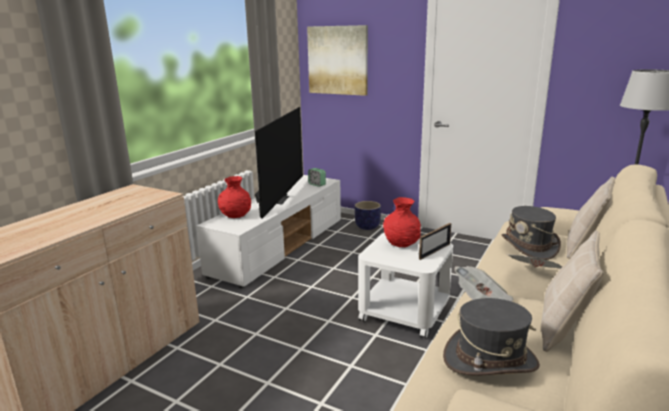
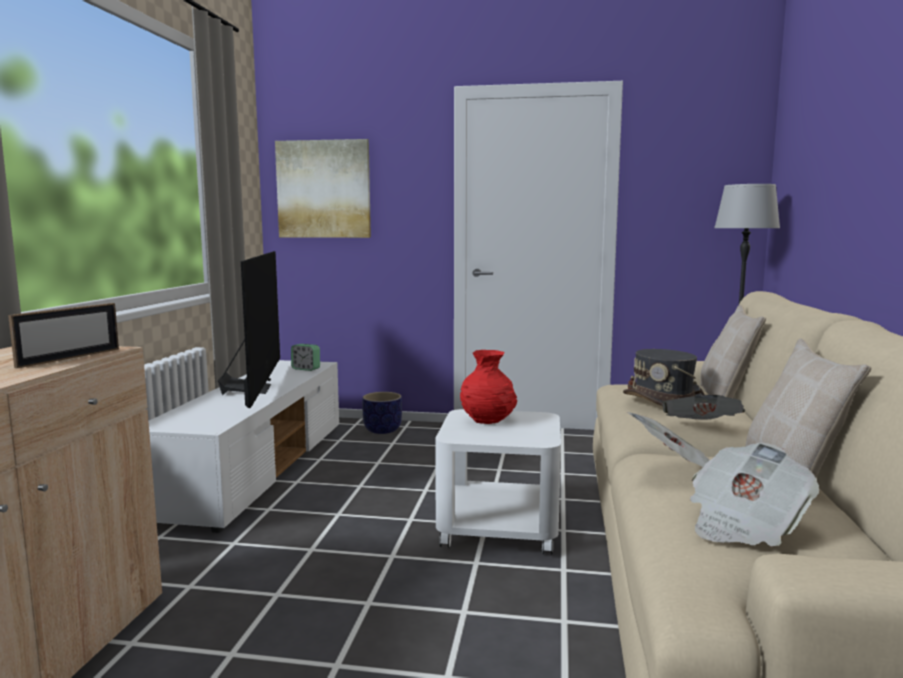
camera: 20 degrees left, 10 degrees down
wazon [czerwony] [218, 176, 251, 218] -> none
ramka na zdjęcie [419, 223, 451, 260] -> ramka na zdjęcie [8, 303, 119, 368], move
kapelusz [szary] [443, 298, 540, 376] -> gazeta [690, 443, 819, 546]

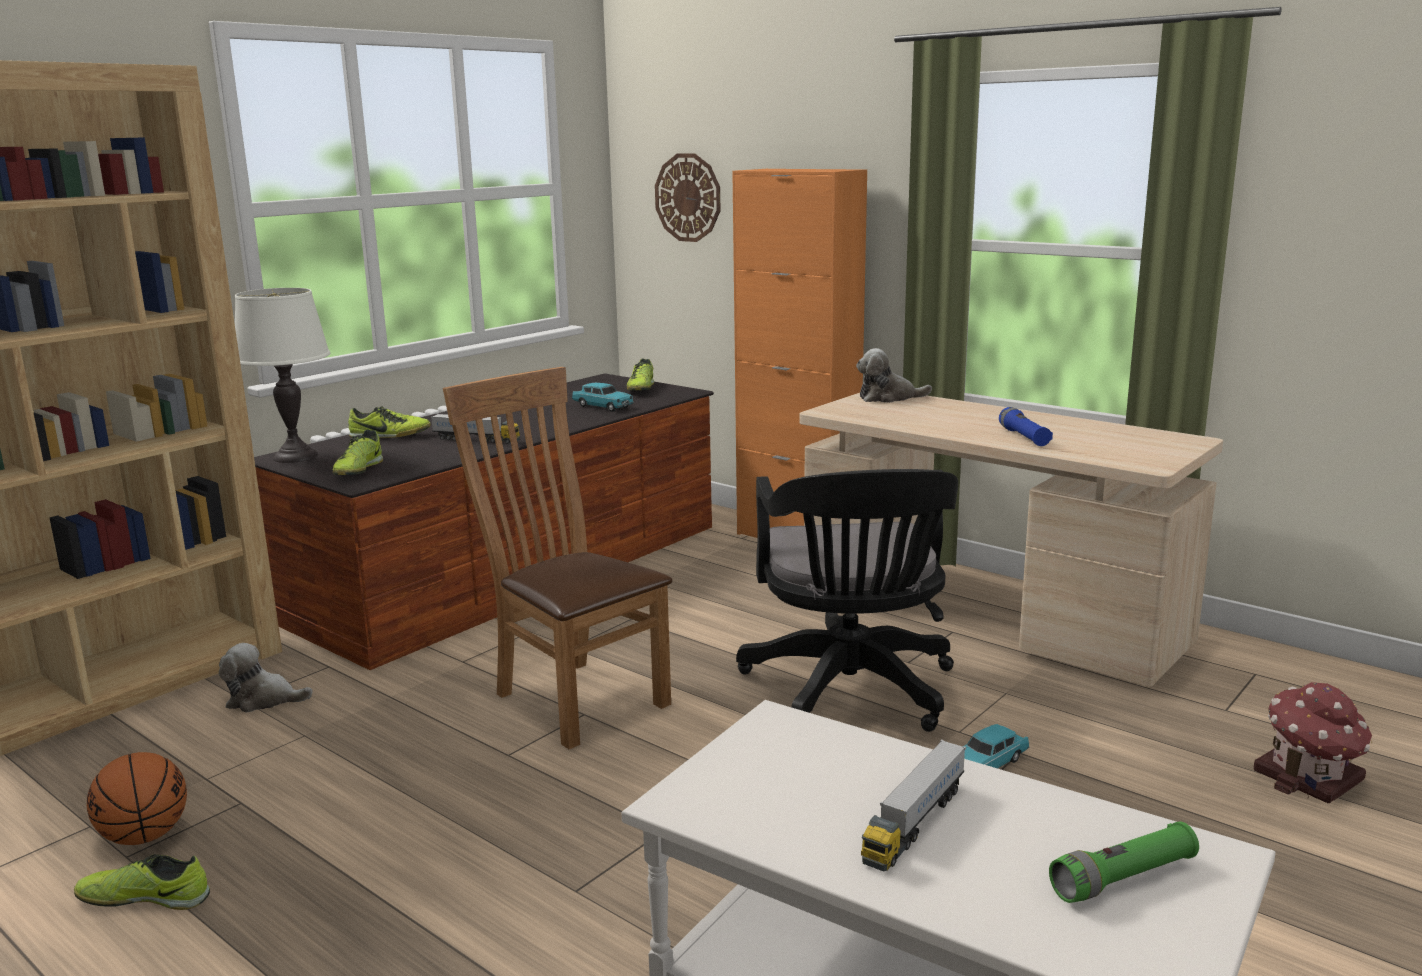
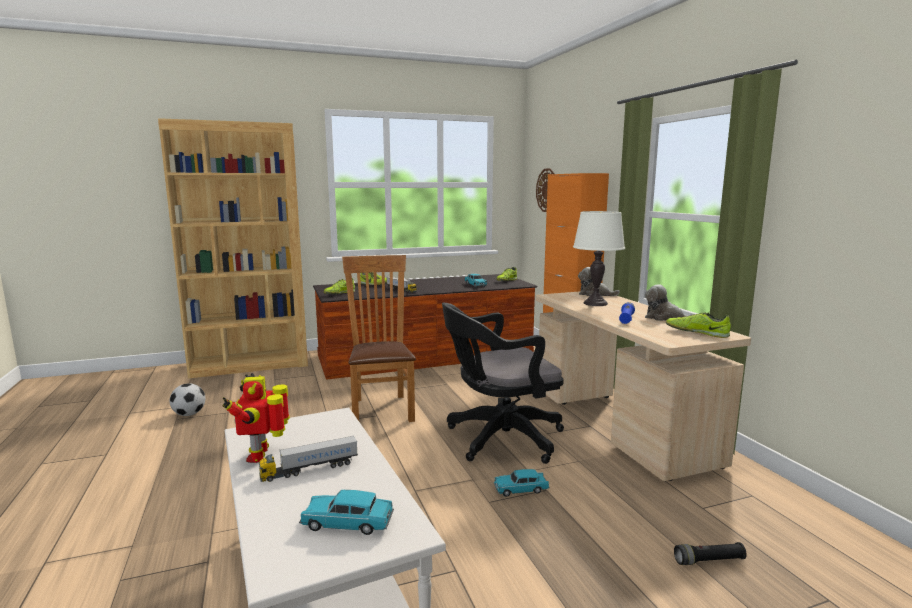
camera: 30 degrees right, 5 degrees down
none -> robot zabawkowy [222, 373, 290, 463]
but [74, 854, 210, 910] -> but [666, 312, 731, 338], move
pluszak [219, 643, 313, 712] -> pluszak [645, 284, 695, 321], move
lampa stołowa [biały] [235, 288, 330, 463] -> lampa stołowa [biały] [573, 211, 625, 306], move
piłka do koszykówki [87, 752, 187, 845] -> piłka futbolowa [170, 383, 205, 416]
latarka [zielony] [1049, 821, 1199, 903] -> samochodzik [turkusowy] [299, 490, 394, 535]
domek [1254, 682, 1373, 804] -> latarka [czarny] [674, 542, 747, 565]
krzesło biurowe [czarny] [736, 469, 958, 732] -> krzesło biurowe [czarny] [442, 303, 564, 464], 45 degrees clockwise

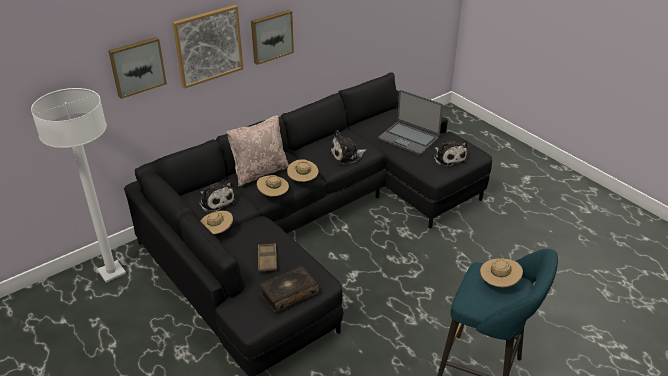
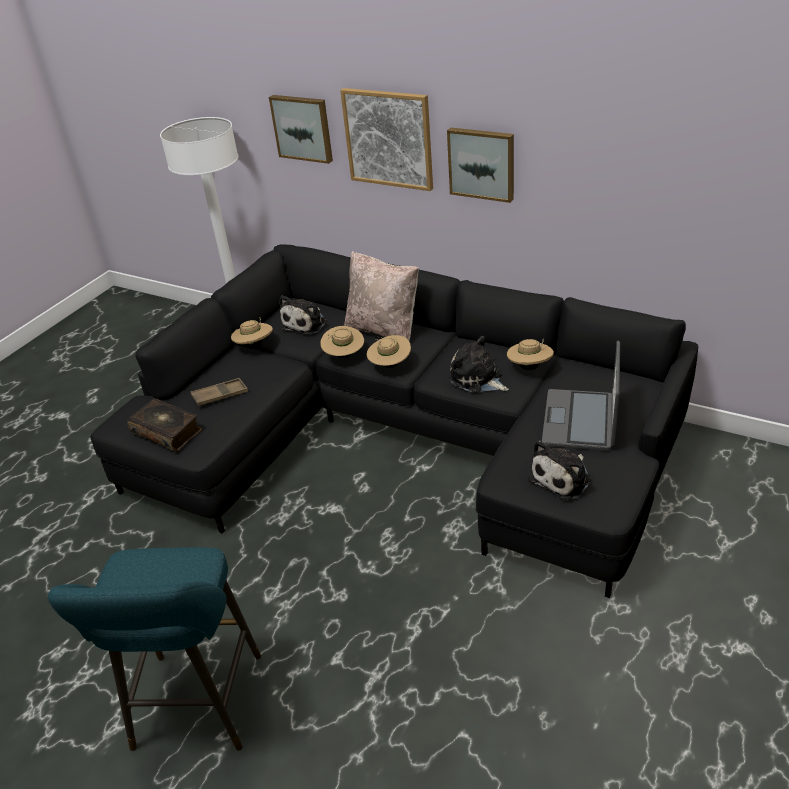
camera: 70 degrees right, 0 degrees up
kapelusz [beżowy] [480, 255, 523, 287] -> kapelusz [beżowy] [507, 339, 554, 370], move

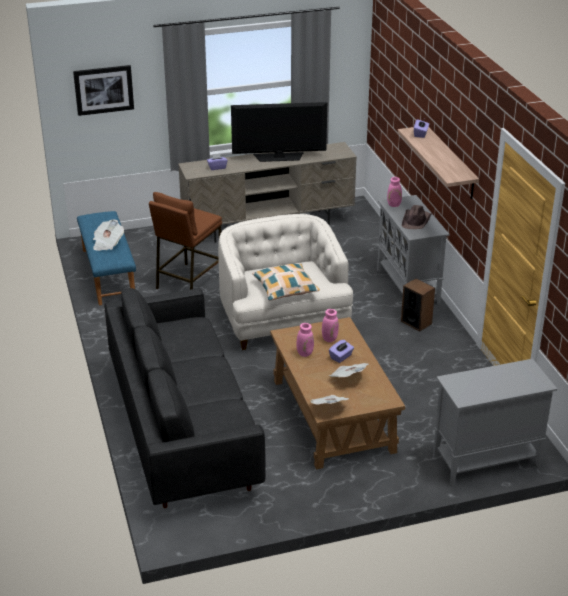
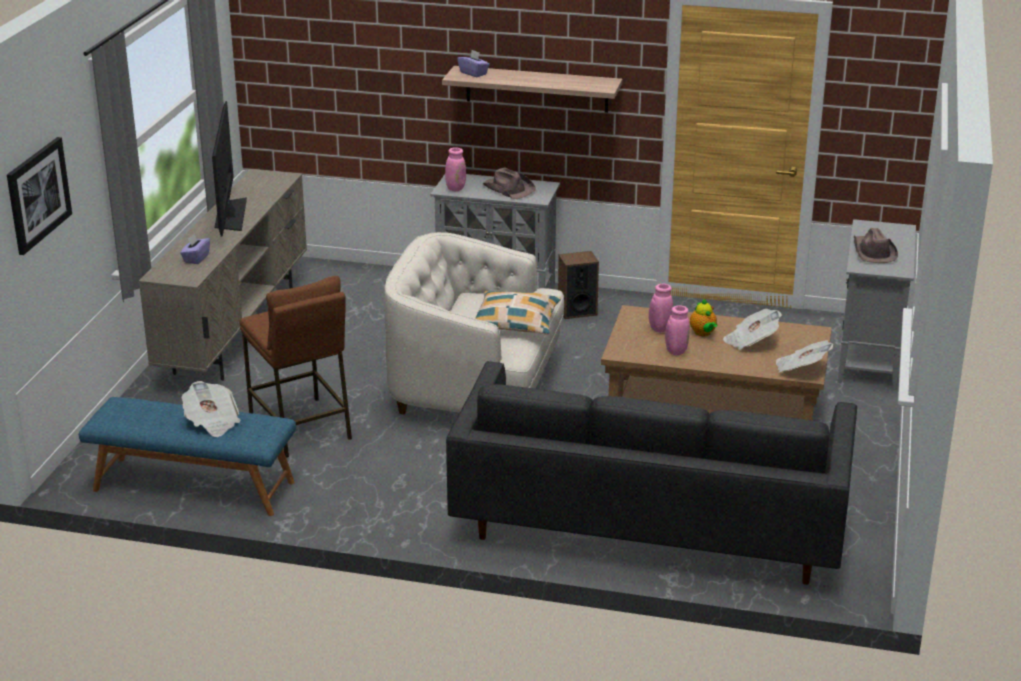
camera: 60 degrees left, 5 degrees down
none -> kapelusz [brązowy] [854, 228, 898, 263]
pudełko chusteczek [fioletowy] [329, 340, 354, 363] -> imbryk [690, 299, 717, 336]
telewizor [231, 102, 327, 162] -> telewizor [212, 101, 247, 236], 150 degrees clockwise

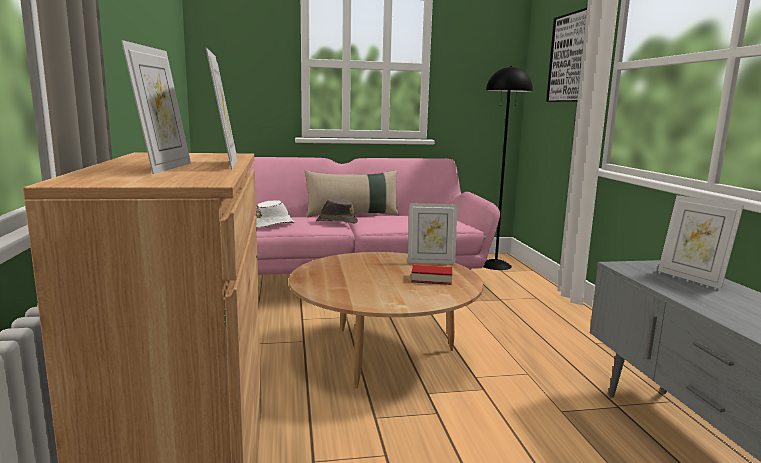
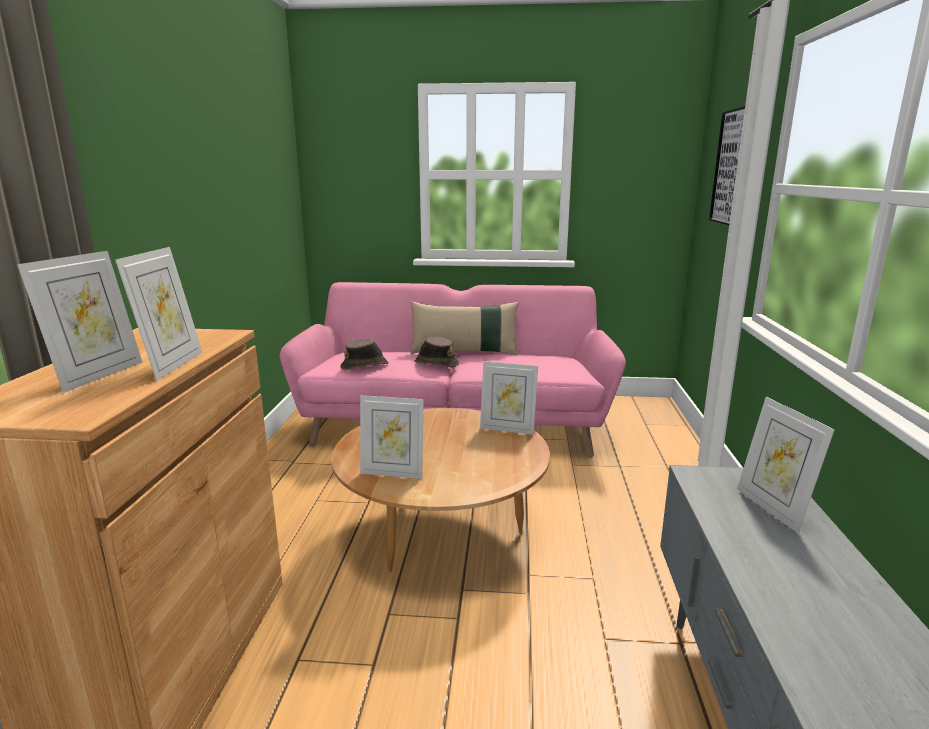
camera: 15 degrees right, 5 degrees up
książka [411, 264, 452, 285] -> none
lampa stojąca [czarny] [483, 66, 533, 270] -> none
none -> ramka na zdjęcie [360, 395, 424, 479]
kapelusz [biały] [256, 200, 294, 228] -> kapelusz [brązowy] [340, 339, 389, 370]

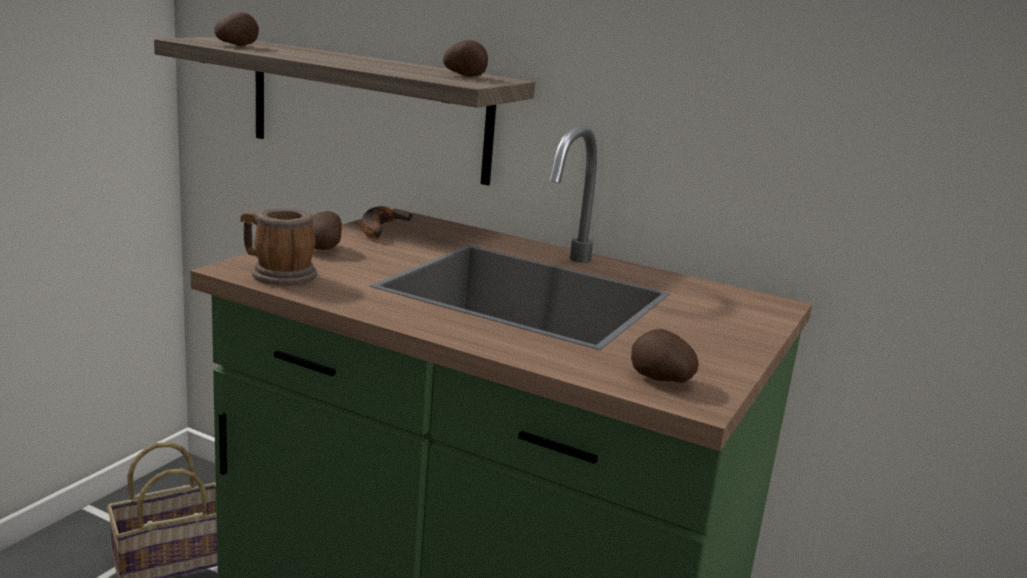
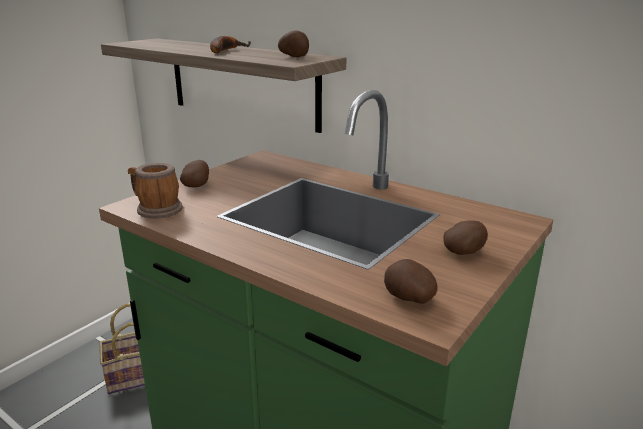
camera: 10 degrees right, 5 degrees up
ziemniak [214, 12, 259, 46] -> ziemniak [443, 220, 488, 255], move
banan [361, 206, 413, 238] -> banan [210, 36, 251, 53], move

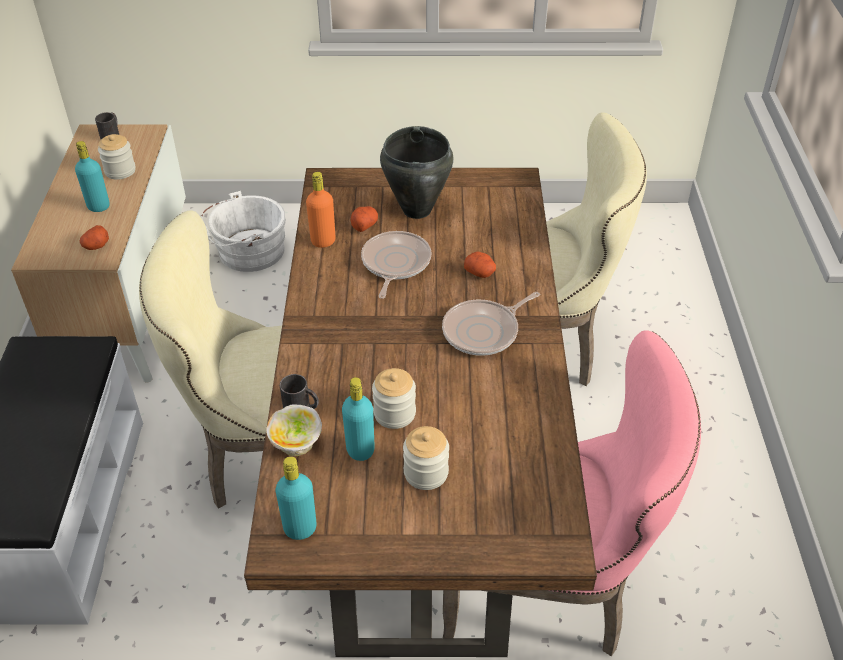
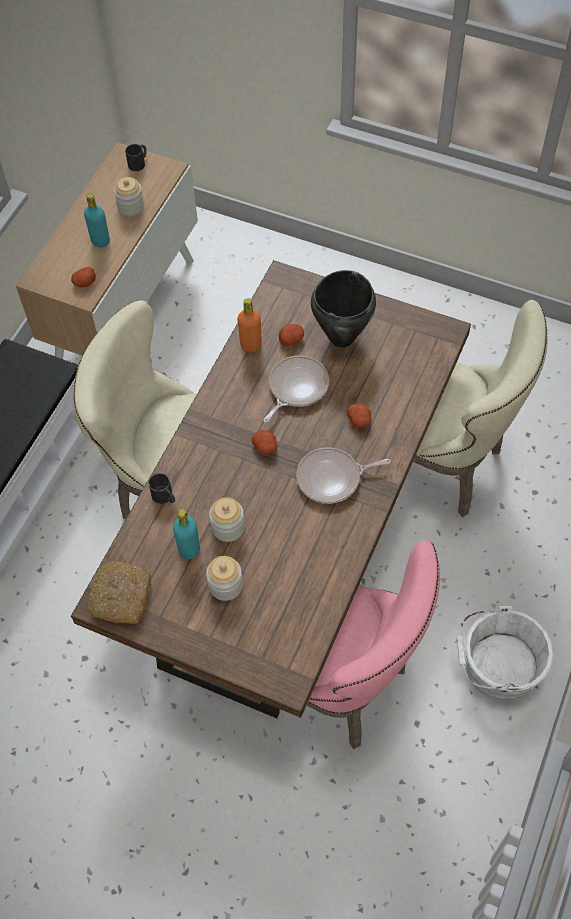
camera: 25 degrees right, 15 degrees up
miska [266, 404, 322, 456] -> none
none -> ziemniak [251, 430, 277, 455]
wiadro [biały] [201, 191, 286, 272] -> wiadro [biały] [456, 605, 553, 701], move
butelka [turkusowy] [276, 456, 317, 540] -> chleb [88, 561, 151, 624]

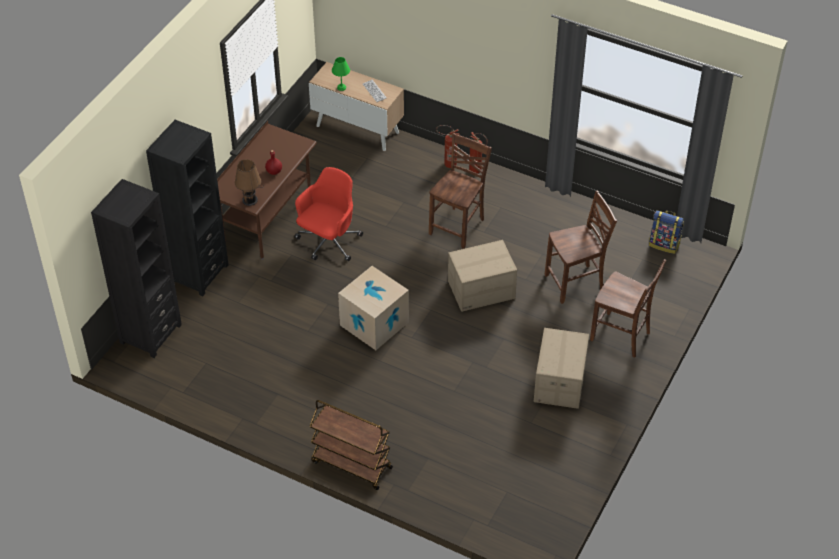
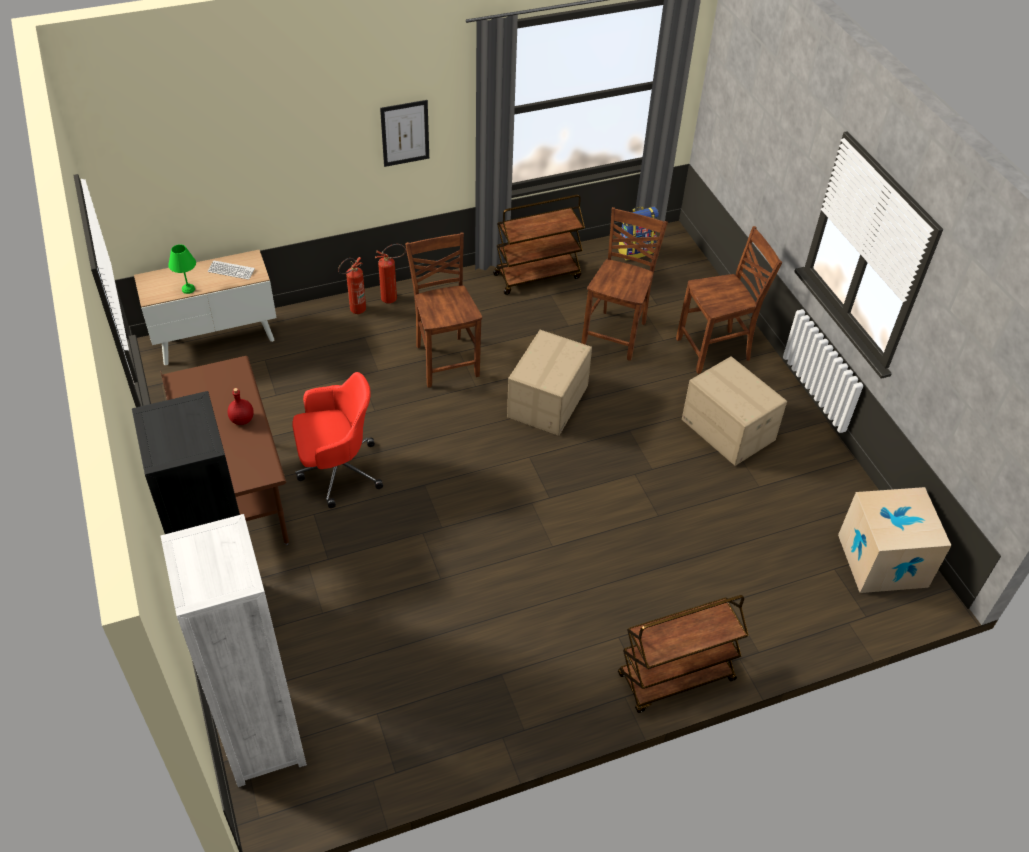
camera: 50 degrees left, 0 degrees up
lampa stołowa [brązowy] [235, 159, 264, 206] -> none
none -> obraz [380, 100, 429, 167]
none -> wózek [brązowy] [493, 195, 585, 295]
karton [338, 266, 409, 350] -> karton [838, 487, 952, 593], move
regał [czarny] [91, 179, 182, 358] -> regał [biały] [161, 514, 307, 787]
krzesło biurowe [czerwony] [294, 167, 363, 261] -> krzesło biurowe [czerwony] [293, 372, 383, 508], 90 degrees clockwise

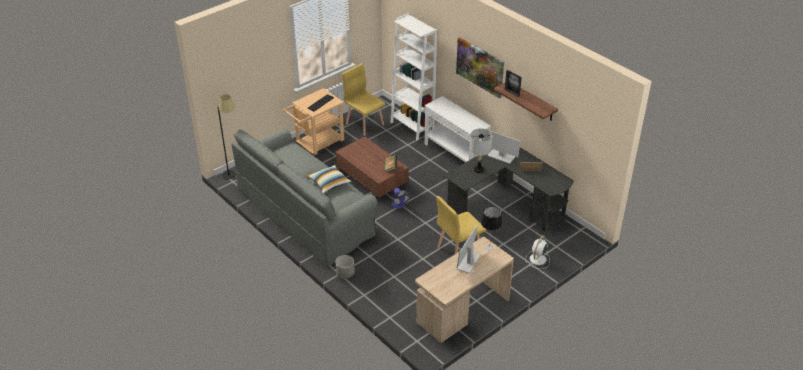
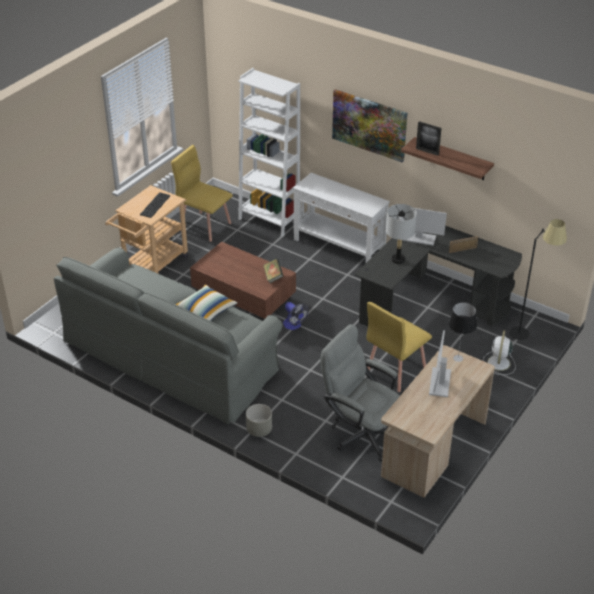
camera: 15 degrees left, 0 degrees up
none -> krzesło biurowe [szary] [320, 324, 400, 461]
lampa stojąca [czarny] [218, 95, 236, 179] -> lampa stojąca [czarny] [509, 219, 567, 340], move

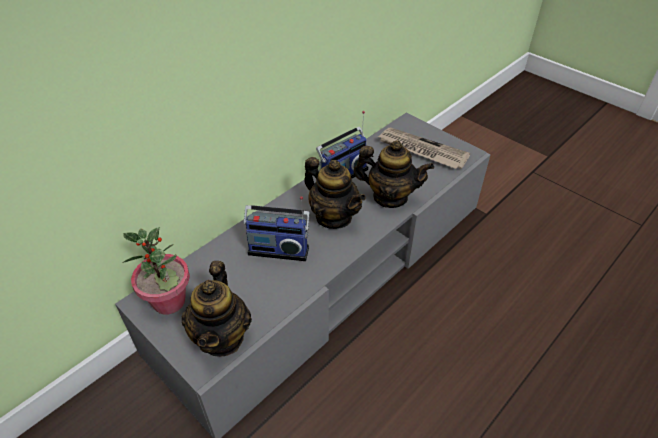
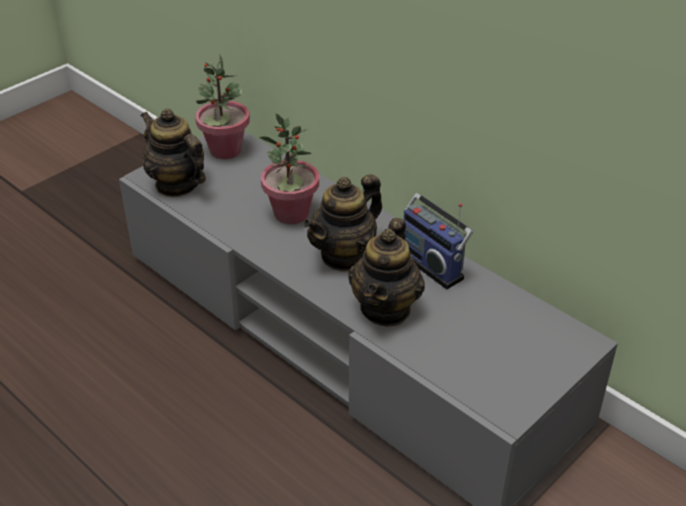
camera: 90 degrees right, 5 degrees down
gazeta [378, 128, 470, 169] -> none
radio [243, 196, 310, 261] -> roślina doniczkowa [259, 113, 319, 224]
imbryk [181, 261, 252, 357] -> imbryk [141, 109, 206, 197], 45 degrees clockwise

